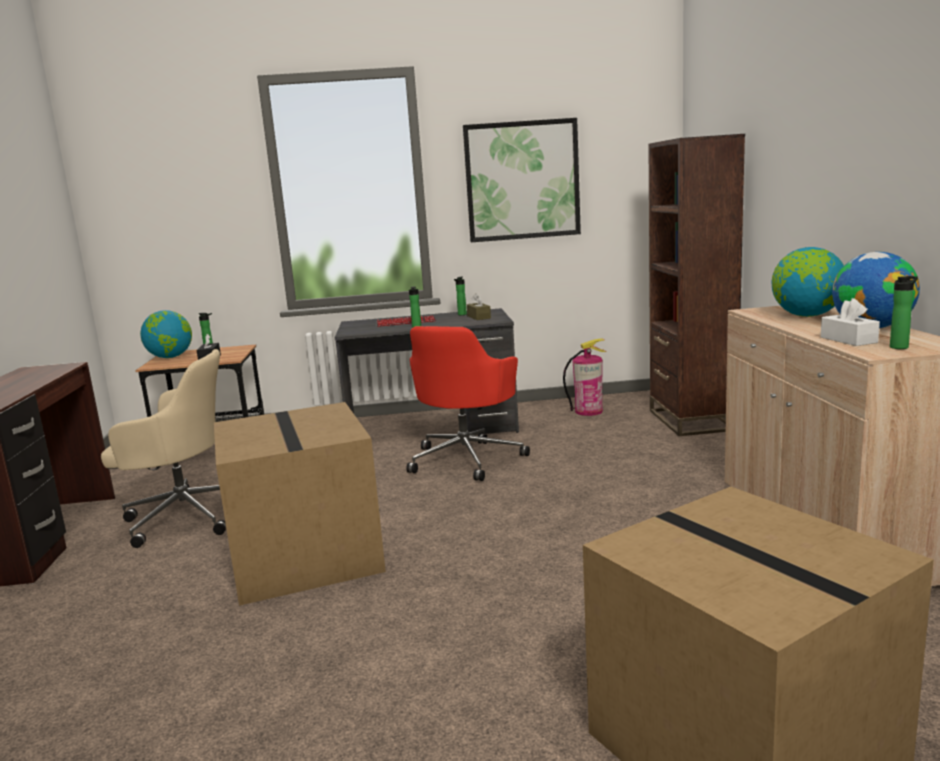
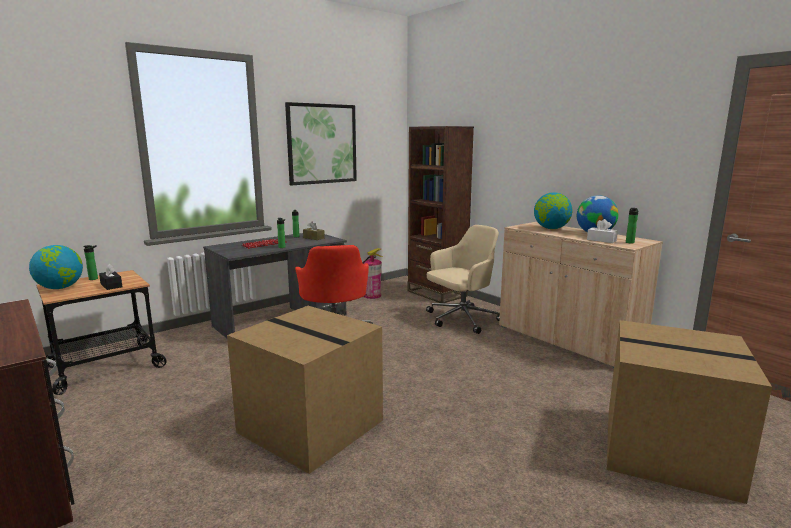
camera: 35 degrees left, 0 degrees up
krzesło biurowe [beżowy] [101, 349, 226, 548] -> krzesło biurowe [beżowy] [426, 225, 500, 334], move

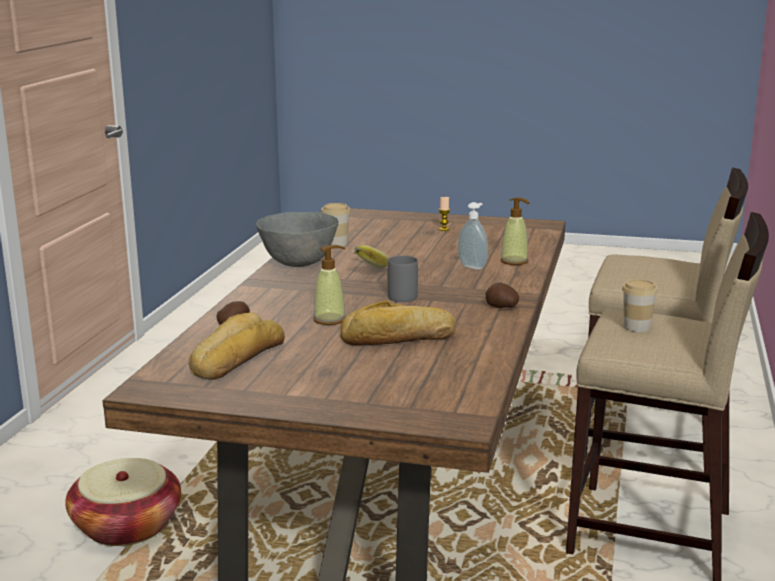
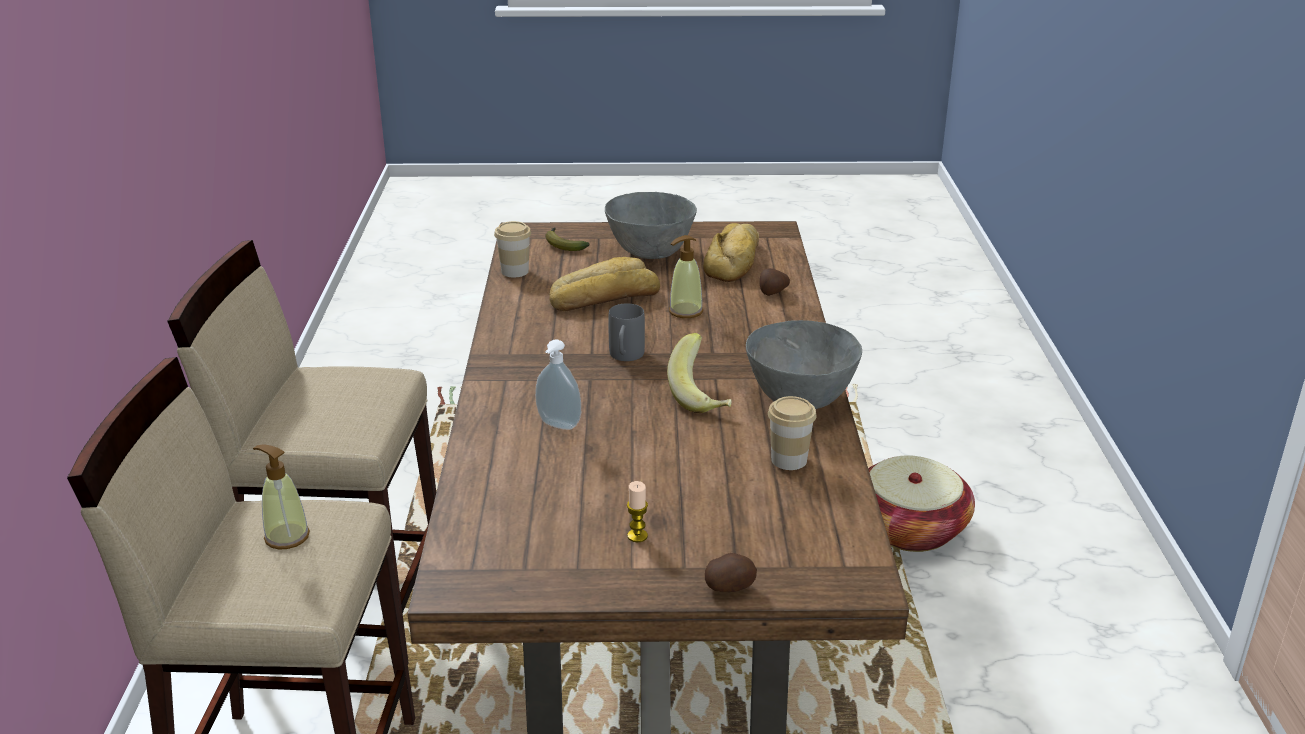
camera: 165 degrees right, 10 degrees up
none -> banan [545, 228, 590, 251]
none -> miska [szary] [605, 192, 697, 259]
ziemniak [486, 283, 519, 308] -> ziemniak [705, 553, 757, 592], move
dozownik mydła [500, 197, 530, 265] -> dozownik mydła [253, 444, 310, 549], move
filiżanka [622, 279, 658, 332] -> filiżanka [494, 221, 531, 278], move

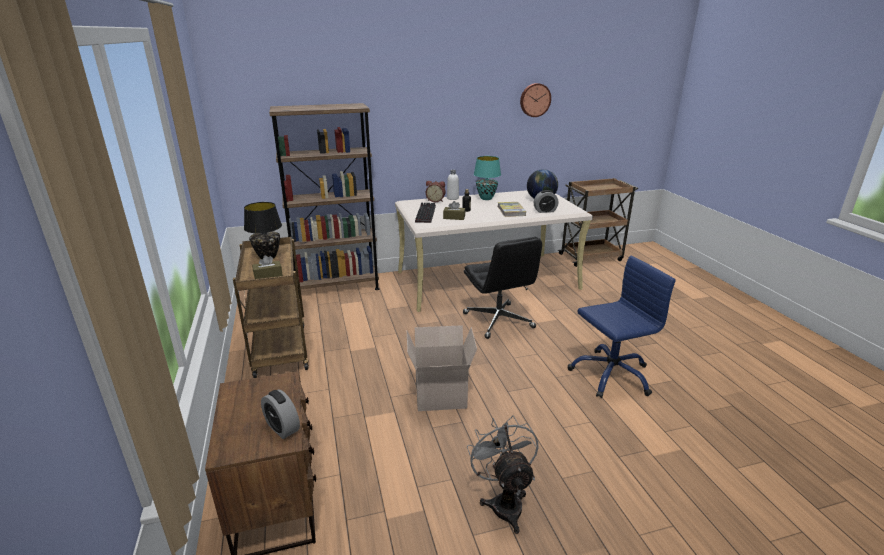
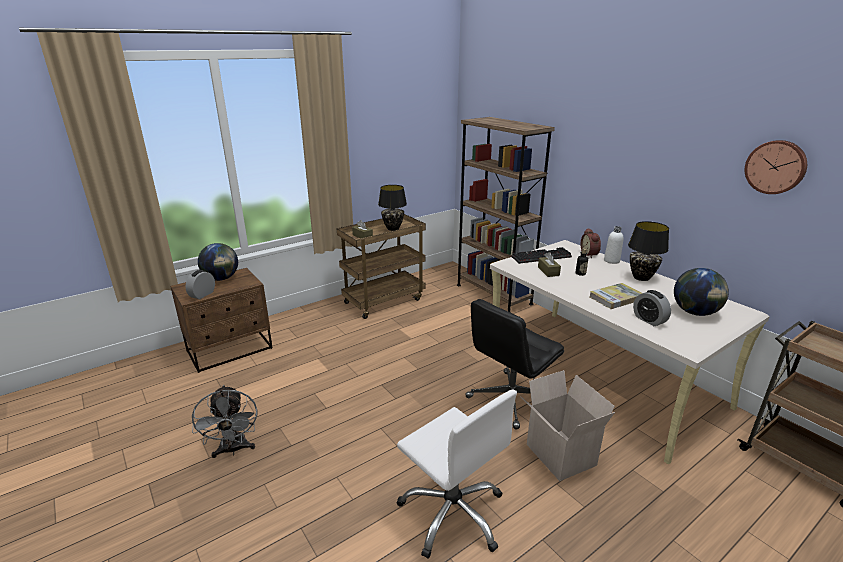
camera: 70 degrees right, 0 degrees up
none -> globus [198, 243, 238, 281]
karton [407, 325, 477, 411] -> karton [520, 370, 615, 481], move
lampa stołowa [turkusowy] [474, 156, 501, 200] -> lampa stołowa [czarny] [628, 221, 669, 281]
krzesło biurowe [niebieski] [568, 256, 676, 398] -> krzesło biurowe [biały] [397, 389, 517, 559]
wentylator [szary] [467, 416, 538, 534] -> wentylator [szary] [192, 385, 258, 458], 105 degrees clockwise

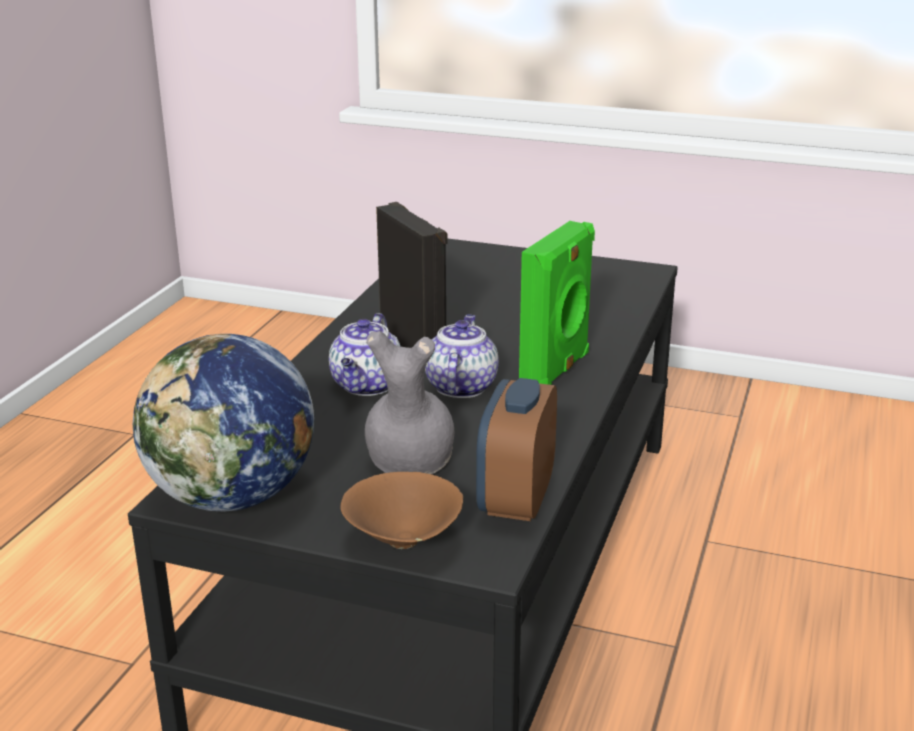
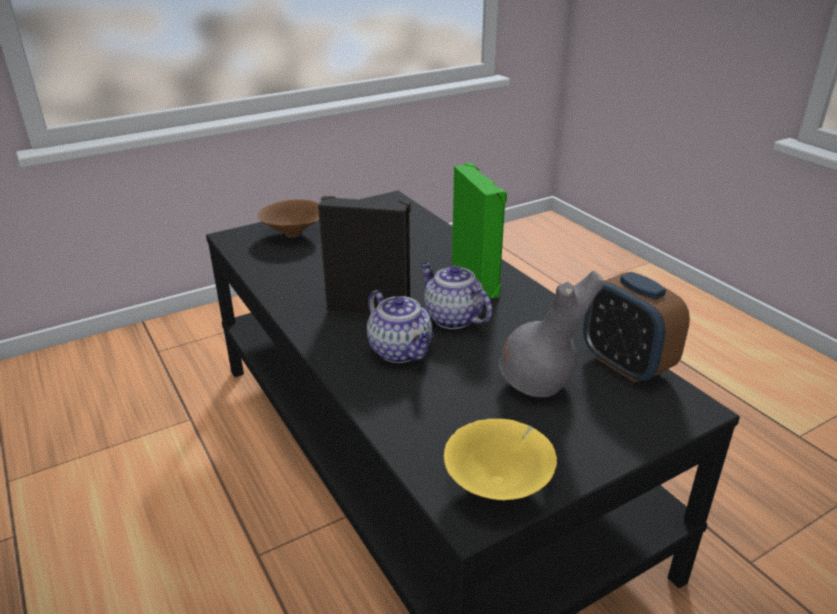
camera: 50 degrees left, 5 degrees up
miska [brązowy] [340, 472, 463, 549] -> miska [brązowy] [257, 199, 319, 237], move
globus [133, 334, 314, 512] -> miska [żółty] [444, 419, 557, 500]

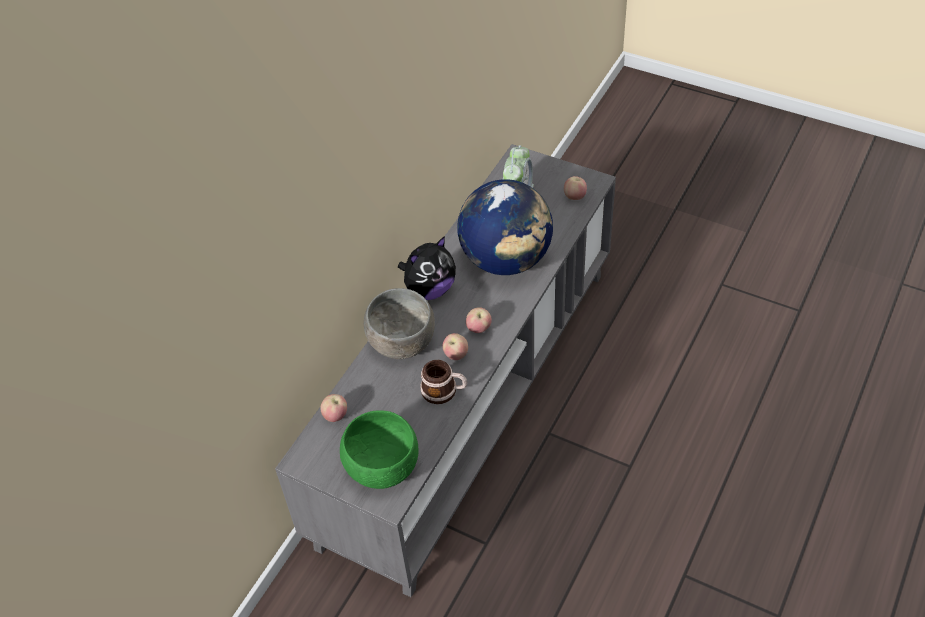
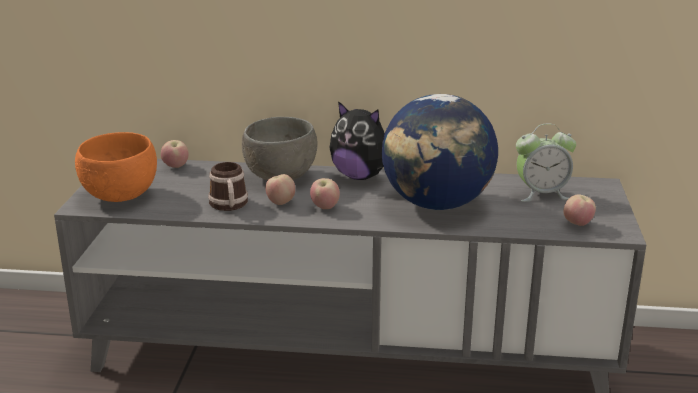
camera: 65 degrees right, 25 degrees down
miska [zielony] [340, 410, 418, 489] -> miska [pomarańczowy] [75, 132, 157, 202]

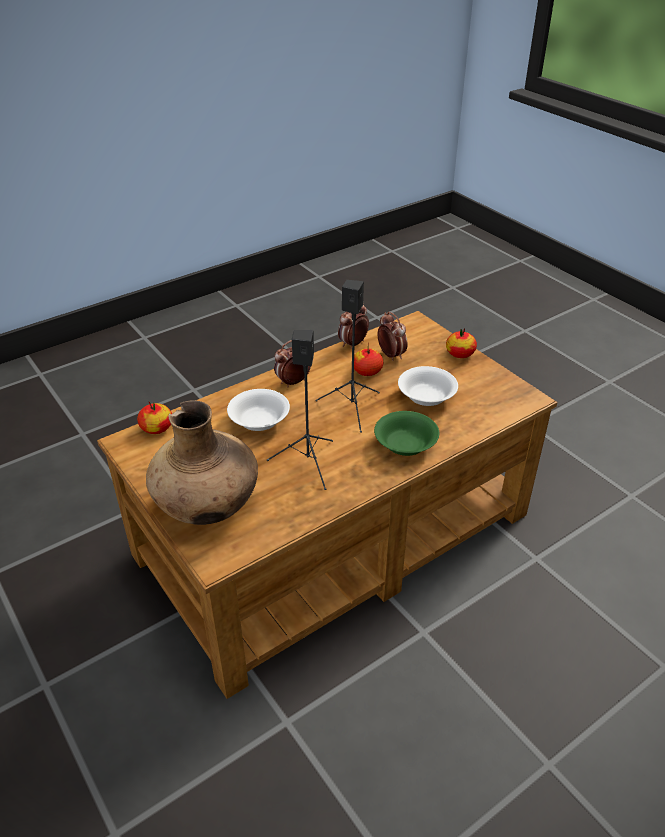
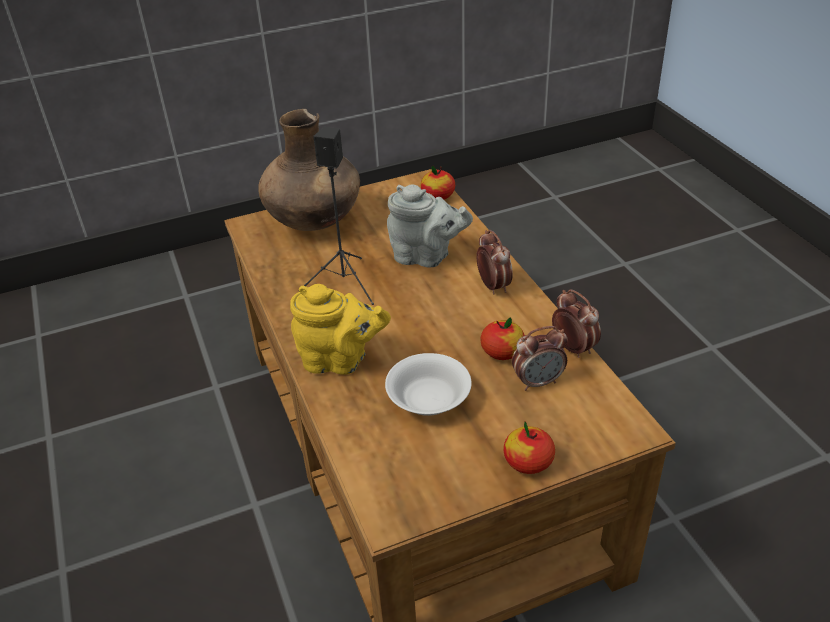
camera: 105 degrees right, 0 degrees up
głośnik [czarny] [315, 280, 380, 433] -> none
miska [biały] [227, 389, 290, 431] -> imbryk [szary] [387, 185, 473, 267]
miska [zielony] [374, 411, 439, 456] -> imbryk [żółty] [290, 284, 391, 375]

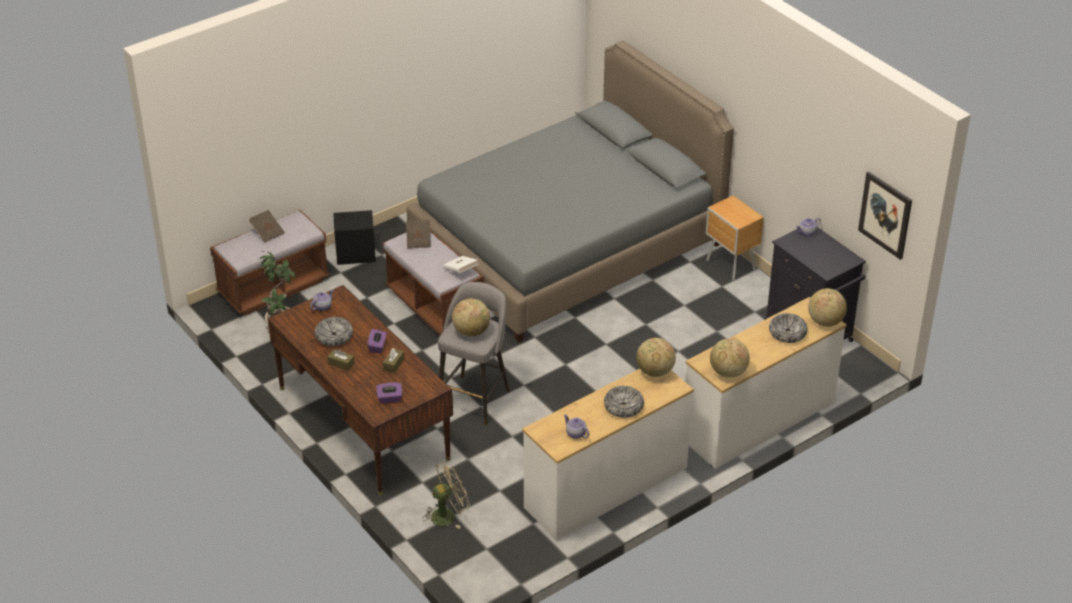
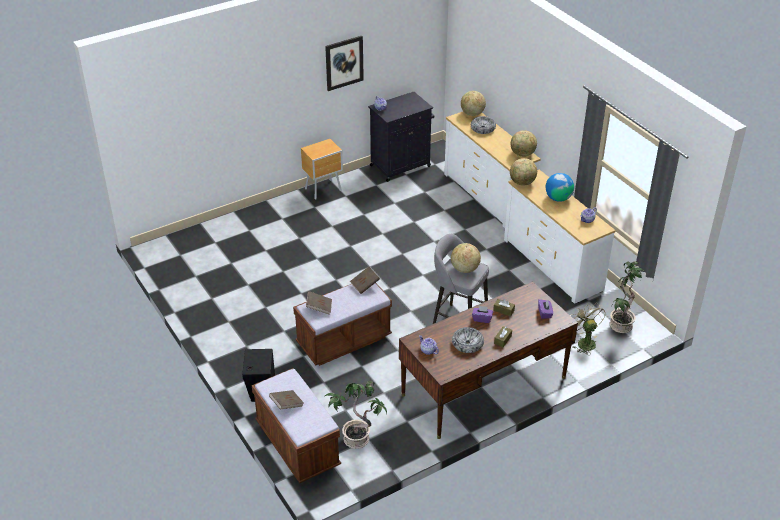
camera: 85 degrees left, 0 degrees up
łóżko [szary] [406, 40, 734, 343] -> none
none -> roślina doniczkowa [610, 261, 644, 333]
obraz [858, 172, 912, 260] -> obraz [325, 36, 364, 91], move
miska [604, 386, 644, 418] -> globus [546, 173, 574, 202]
książka [biały] [443, 256, 478, 273] -> książka [brązowy] [350, 267, 380, 294]

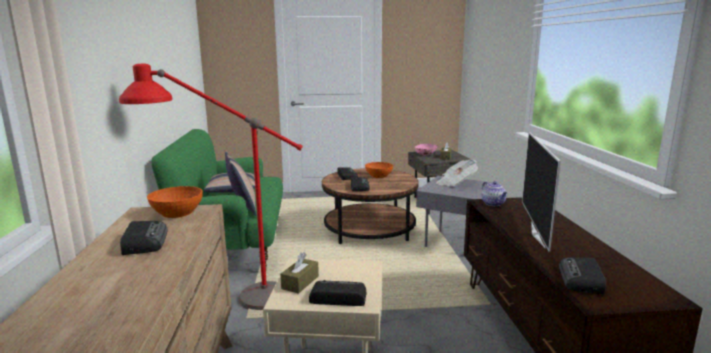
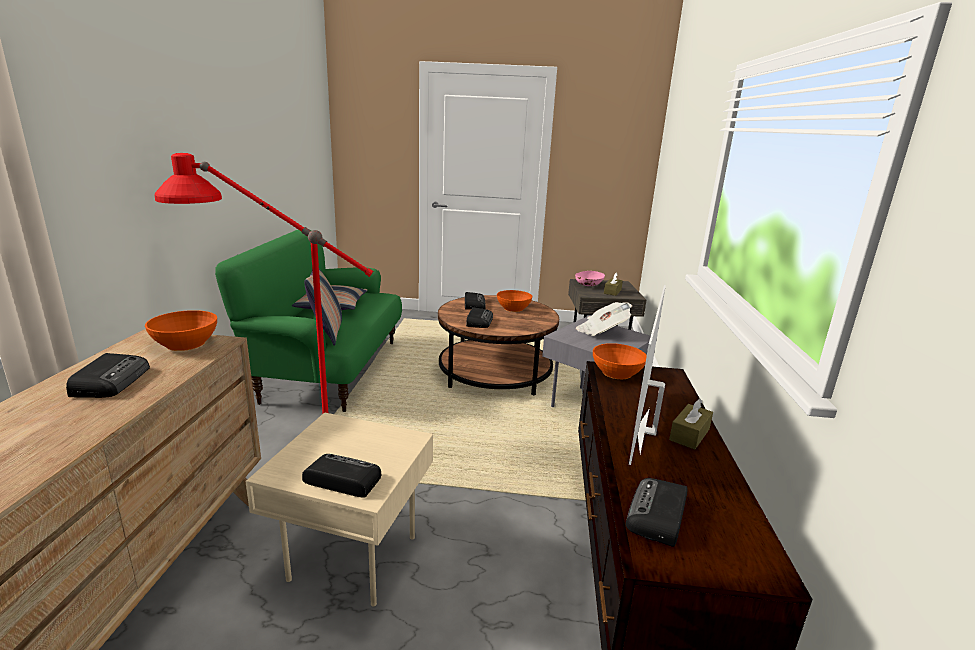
camera: 10 degrees right, 5 degrees up
pudełko chusteczek [brązowy] [280, 252, 319, 294] -> pudełko chusteczek [brązowy] [669, 399, 713, 449], move
imbryk [482, 181, 508, 206] -> miska [pomarańczowy] [593, 343, 647, 379]

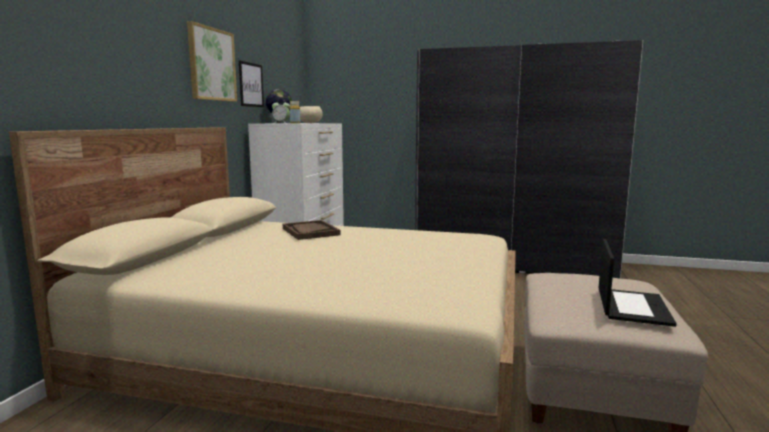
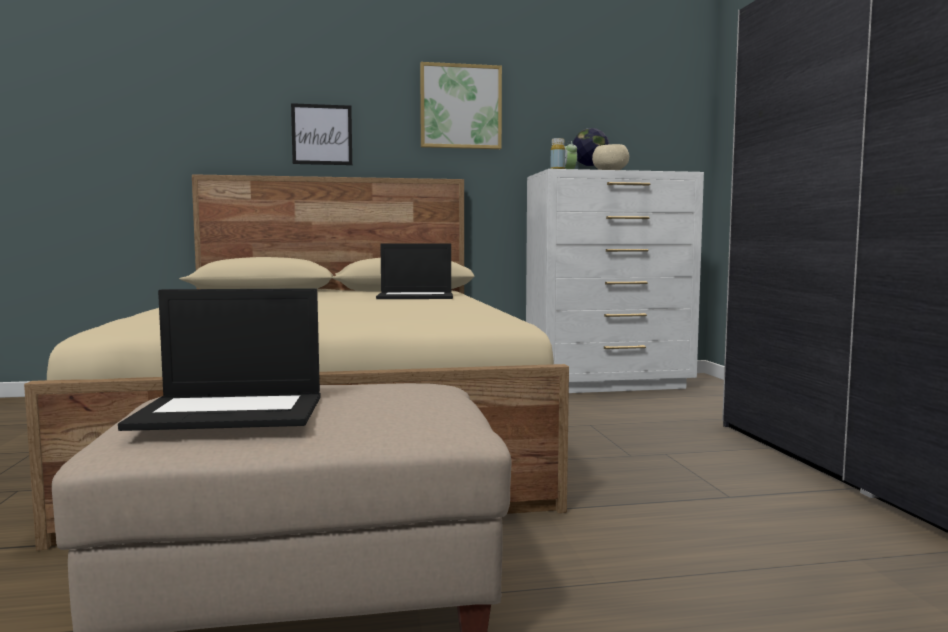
camera: 65 degrees right, 5 degrees down
obraz [239, 61, 264, 107] -> obraz [291, 103, 352, 165], move
taca [brązowy] [283, 220, 341, 240] -> laptop [376, 243, 453, 299]

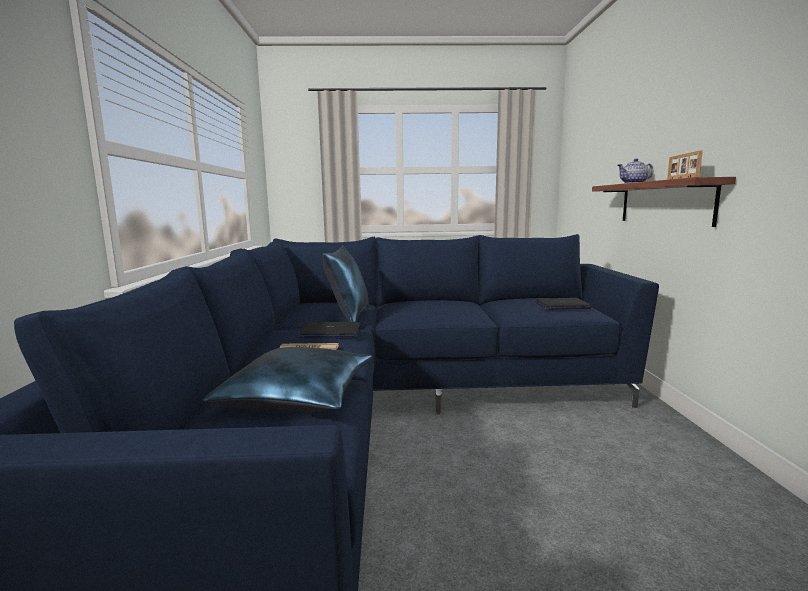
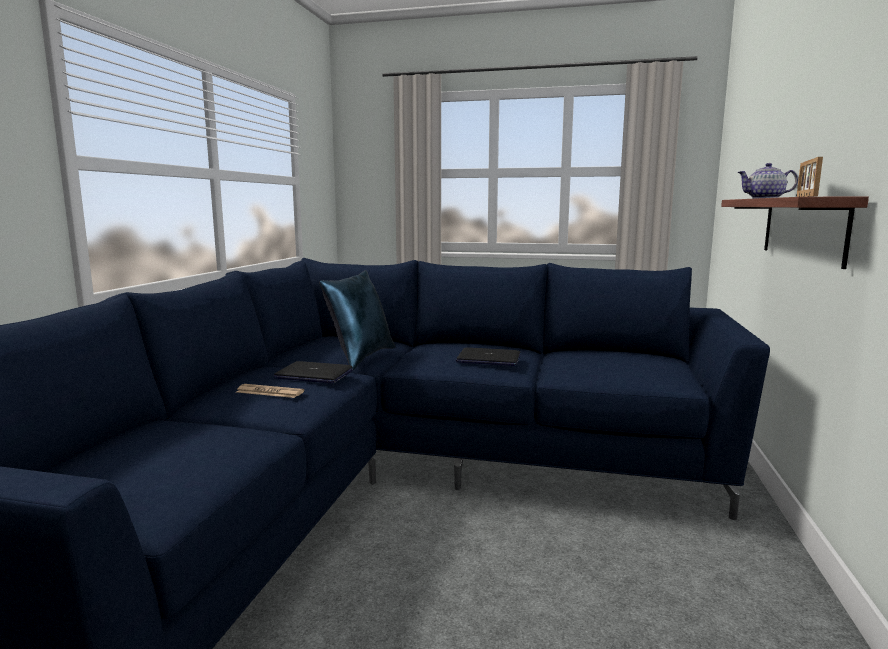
camera: 15 degrees right, 0 degrees up
poduszka [niebieski] [203, 347, 372, 413] -> none
laptop [535, 298, 591, 310] -> laptop [456, 347, 521, 366], move

